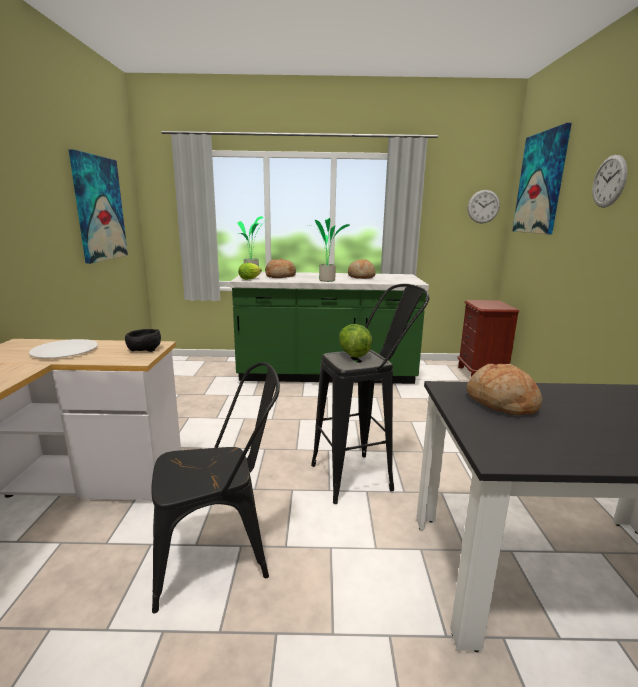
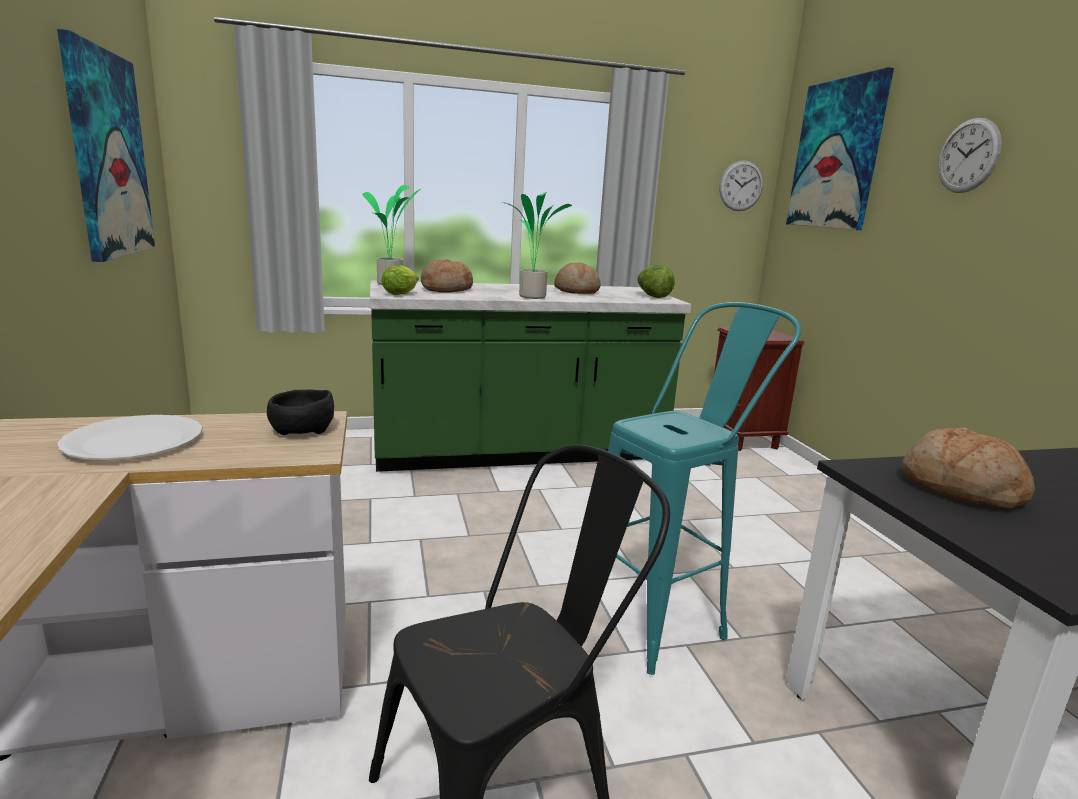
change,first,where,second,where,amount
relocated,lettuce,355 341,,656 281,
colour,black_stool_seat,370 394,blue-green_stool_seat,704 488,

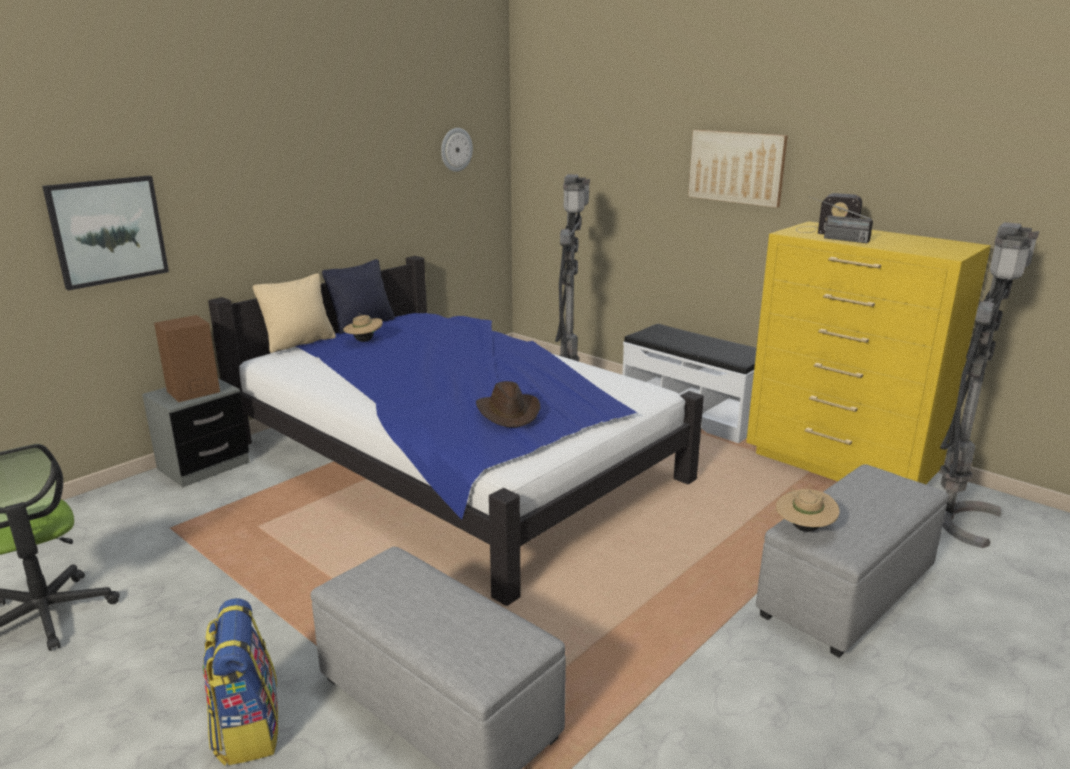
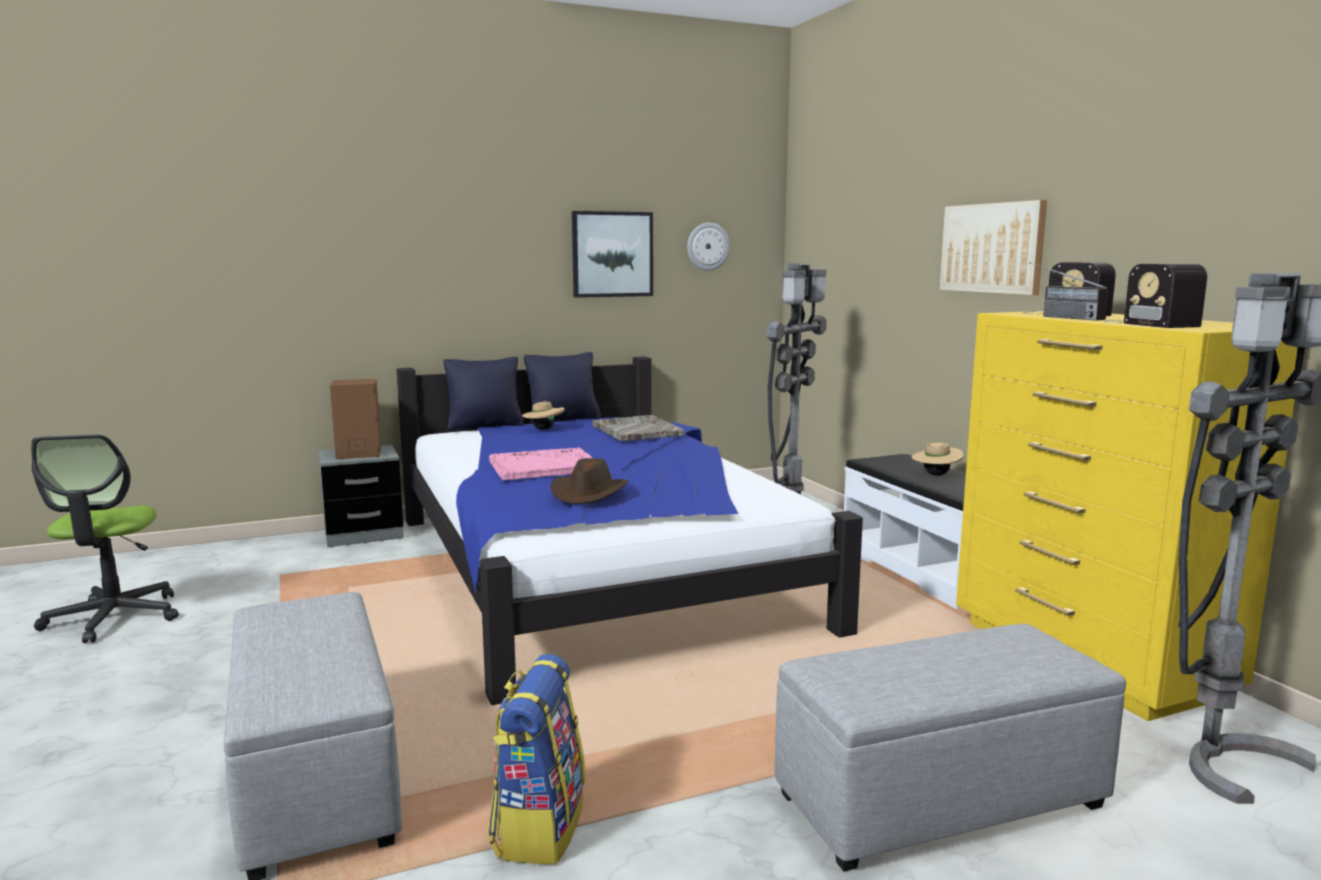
change,first,where,second,where,amount
appeared,,,pinkish_tray,540 464,
appeared,,,gray_tray,639 428,
appeared,,,radio,1155 296,
relocated,wall_art,105 233,,612 254,
relocated,backpack,240 682,,537 759,
relocated,beige_wearable_hat,807 510,,938 458,
colour,beige_throw_pillow,294 313,black_throw_pillow,483 393,

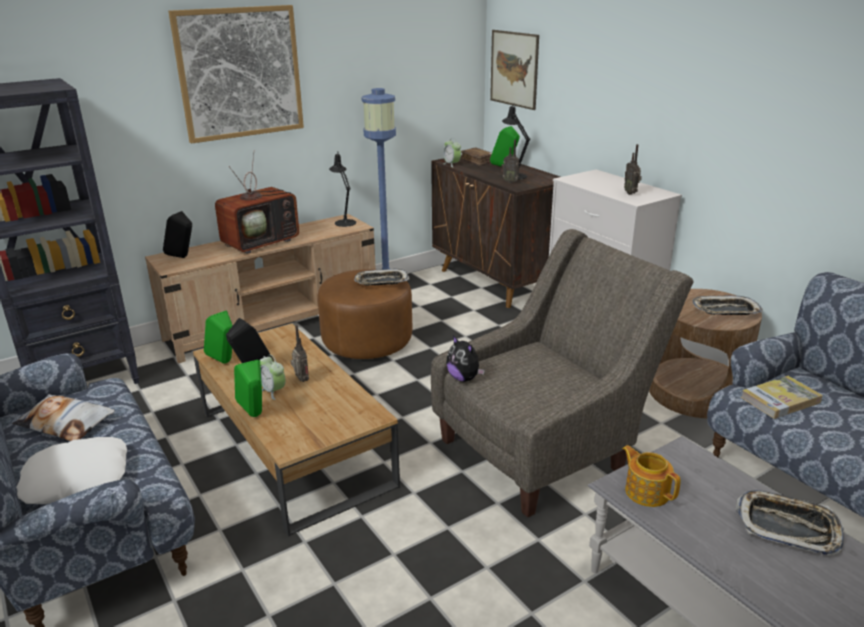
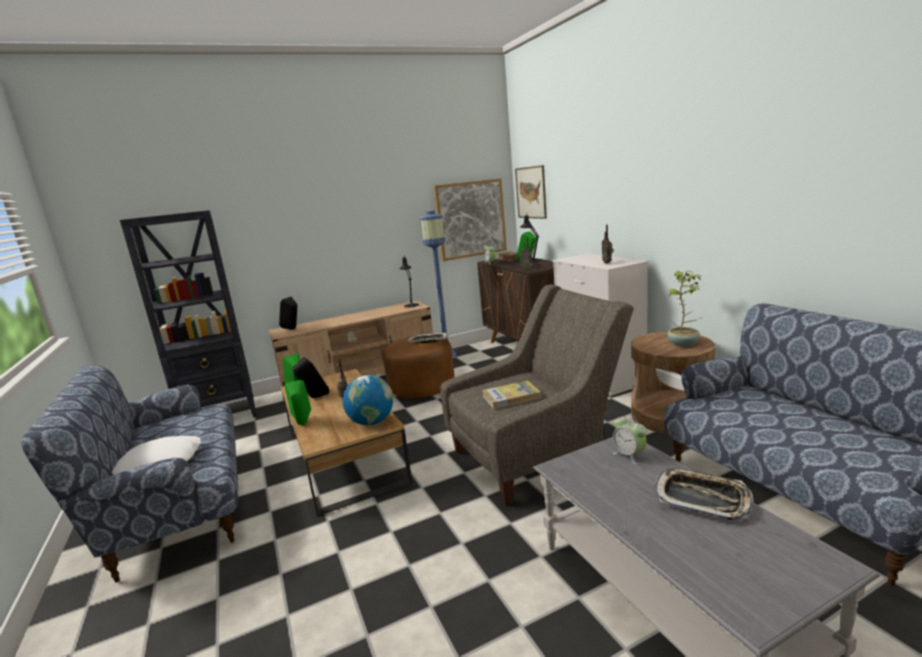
change,first,where,second,where,amount
missing,throw_pillow,64 417,,,
missing,television,257 202,,,
missing,plush_toy,465 358,,,
missing,teapot,651 476,,,
appeared,,,desk_globe,368 400,
relocated,wall_art,236 74,,470 219,
relocated,bedside_clock,272 377,,630 439,
relocated,volume,782 397,,511 394,
exchanged,tray,727 305,potted_plant,683 309,

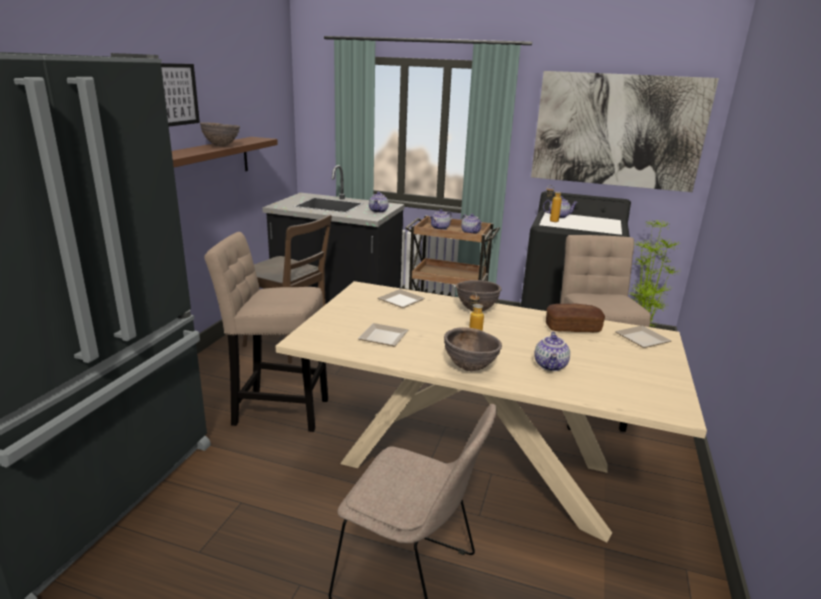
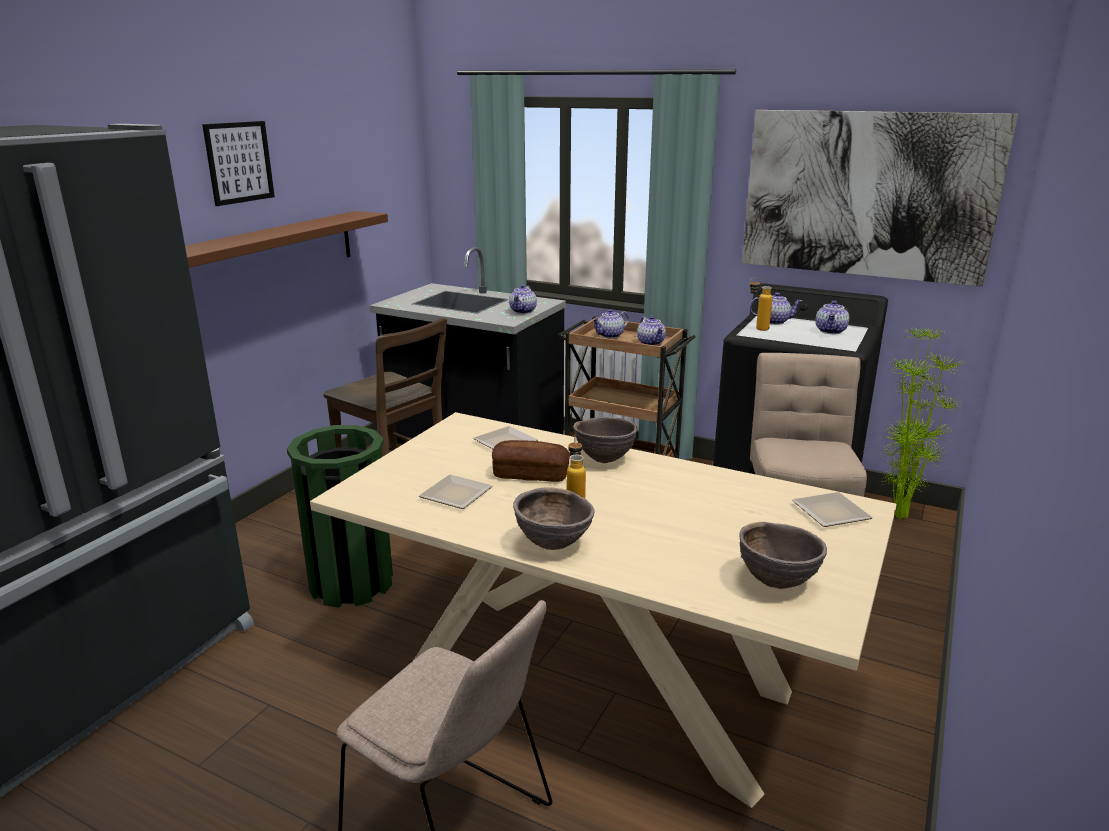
change,first,where,second,where,amount
relocated,brownish_deep_dish,220 134,,783 555,
relocated,teapot,552 351,,832 317,
relocated,baked_bread,575 317,,531 461,
exchanged,beige_stool_seat,266 332,green_rubbish_bin,340 516,

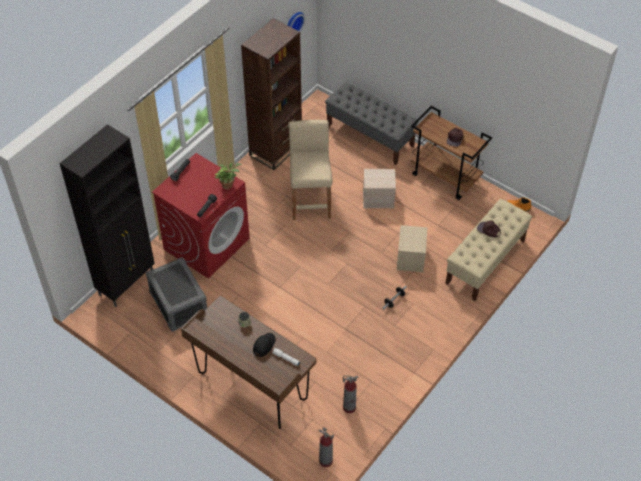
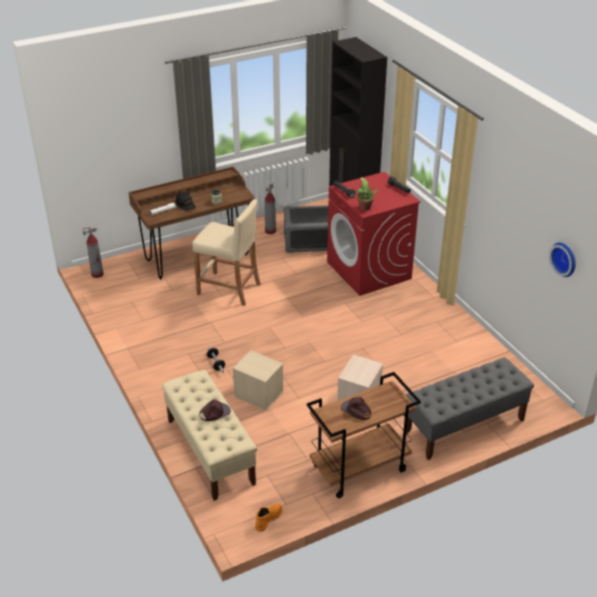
change,first,where,second,where,amount
missing,brownish_shelving_unit,271 94,,,
relocated,beige_stool_seat,310 170,,226 252,
relocated,fire-fighting_cylinder,350 394,,270 208,

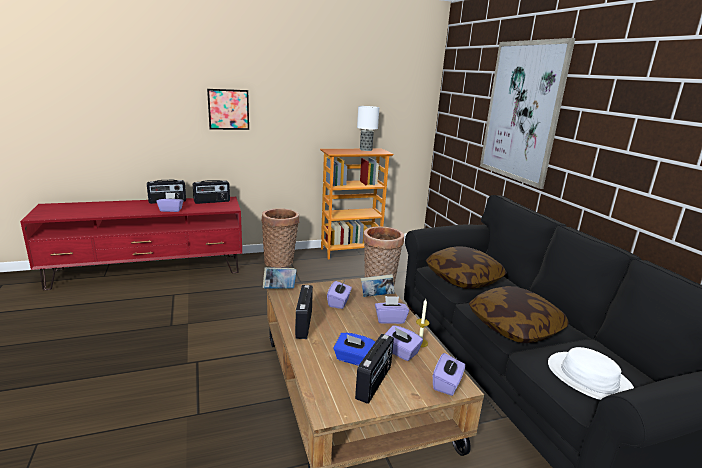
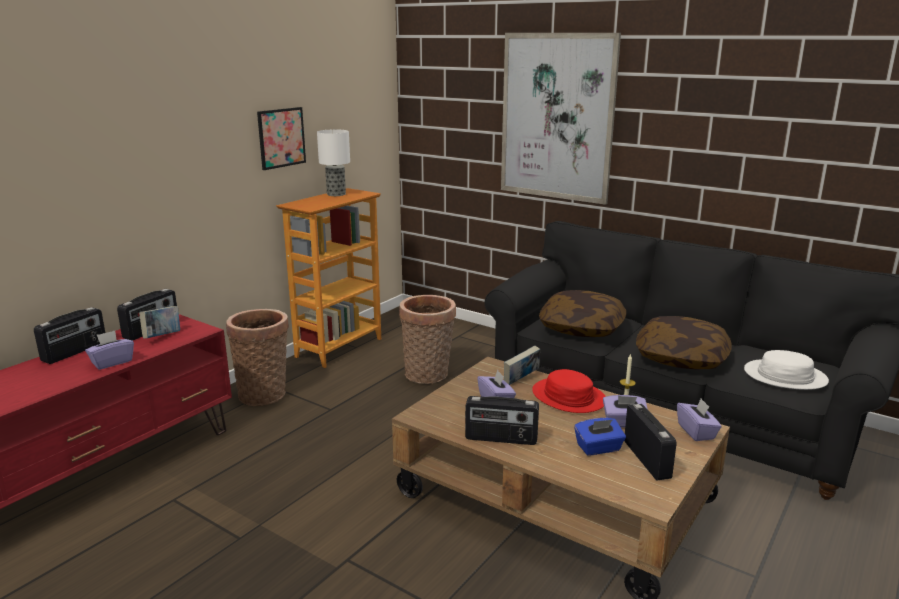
change,first,where,second,where,amount
relocated,wall_art,228 109,,281 138,
relocated,volume,280 278,,159 322,
exchanged,purple_tissue_holder,392 310,red-coloured_wearable_hat,569 391,
spun,radio,304 312,,502 420,45 degrees counterclockwise

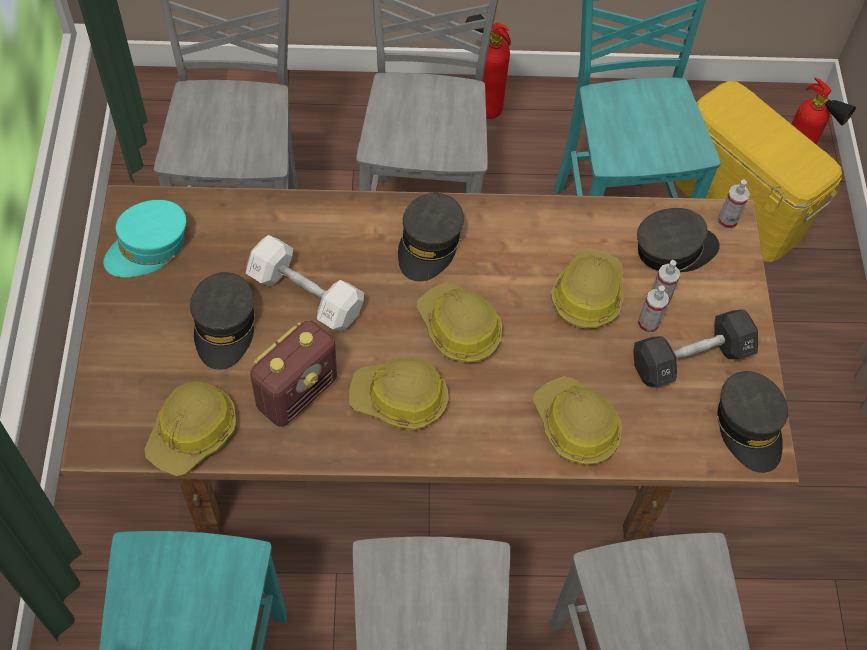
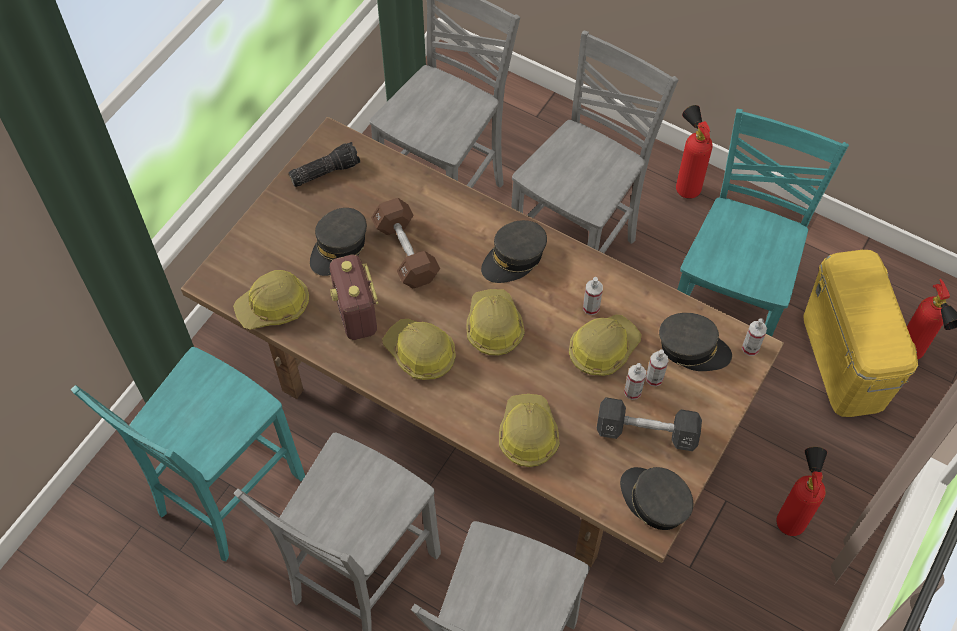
change,first,where,second,where,amount
appeared,,,hand_sprayer,593 296,
appeared,,,fire-fighting_cylinder,801 491,
exchanged,blue-green_peaked_cap,144 238,hand_torch,324 164,
colour,whitish_dumbbell,305 283,brownish_dumbbell,405 243,
spun,radio,293 373,,354 297,90 degrees clockwise
spun,gray_peaked_cap,752 422,,656 498,120 degrees clockwise

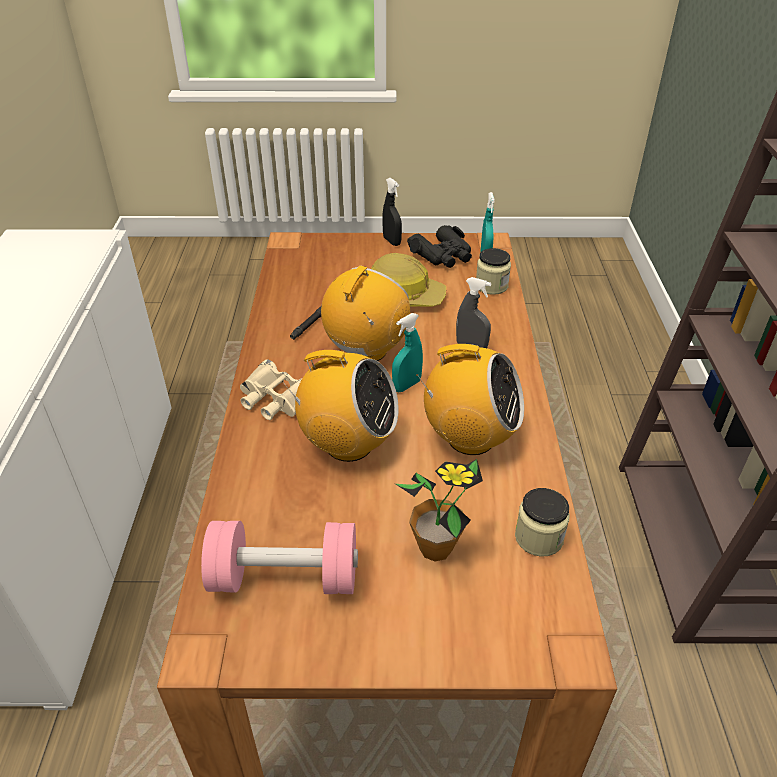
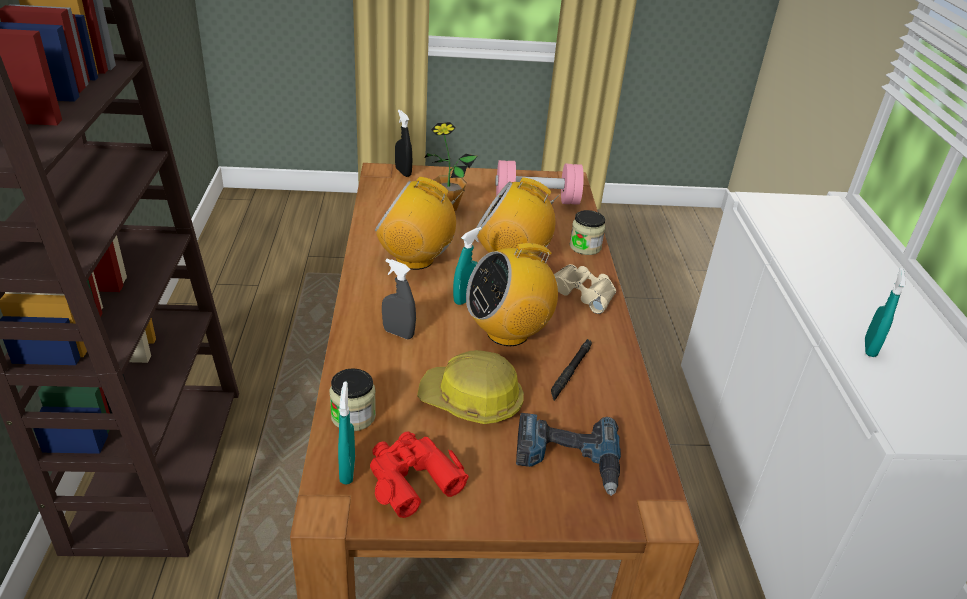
change,first,where,second,where,amount
appeared,,,drill,568 454,
appeared,,,blue-green_hand_sprayer,885 312,
relocated,black_hand_sprayer,392 212,,403 143,
relocated,preserve_jar,542 522,,587 232,
colour,black_field_glasses,439 246,red-coloured_field_glasses,419 474,
spun,radio,365 313,,512 294,45 degrees clockwise

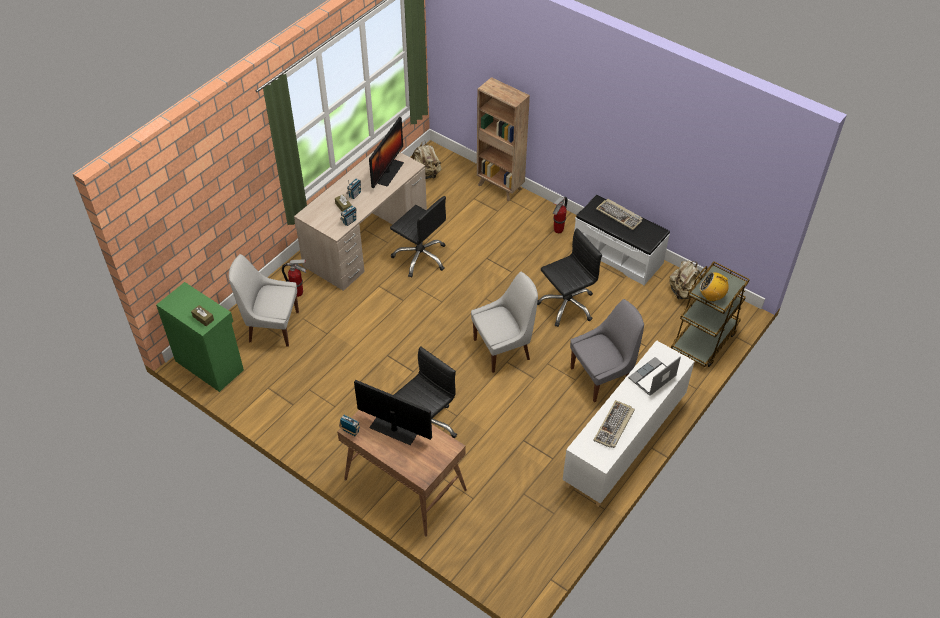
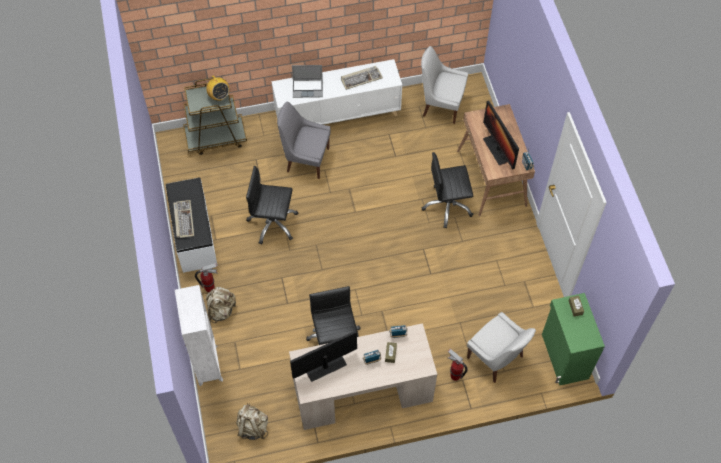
change,first,where,second,where,amount
relocated,whitish_upright_chair,504 322,,444 85,
relocated,beige_backpack,685 280,,221 305,
colour,brownish_shelving_unit,503 139,whitish_shelving_unit,199 335,

